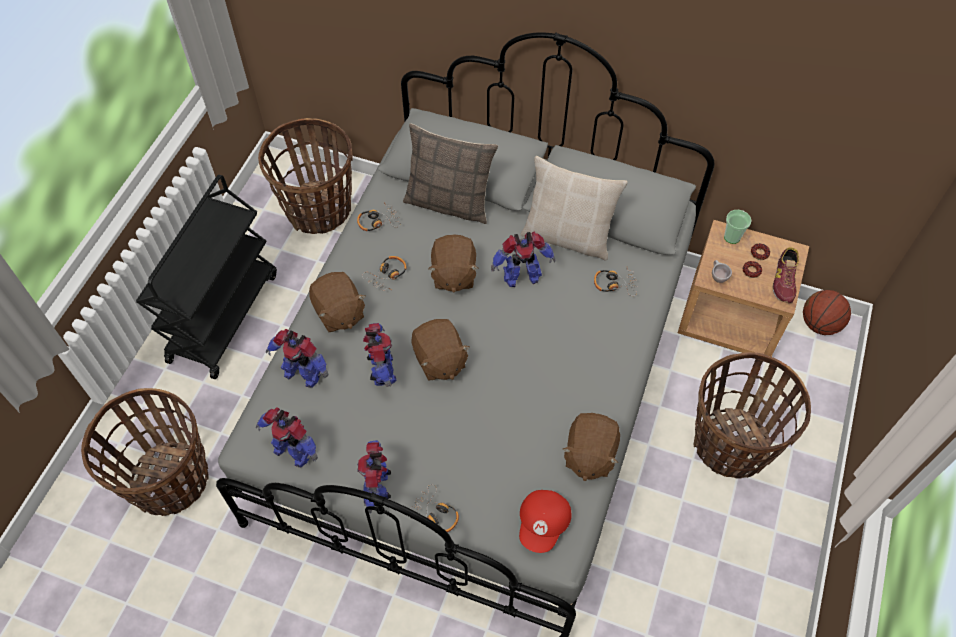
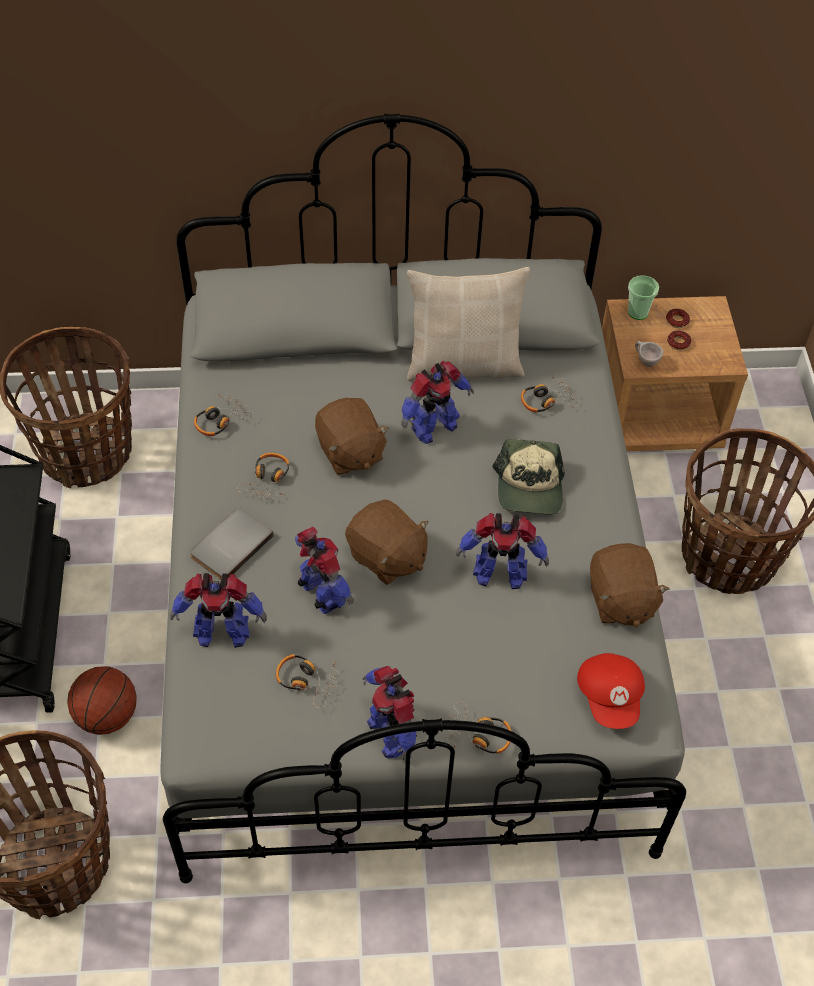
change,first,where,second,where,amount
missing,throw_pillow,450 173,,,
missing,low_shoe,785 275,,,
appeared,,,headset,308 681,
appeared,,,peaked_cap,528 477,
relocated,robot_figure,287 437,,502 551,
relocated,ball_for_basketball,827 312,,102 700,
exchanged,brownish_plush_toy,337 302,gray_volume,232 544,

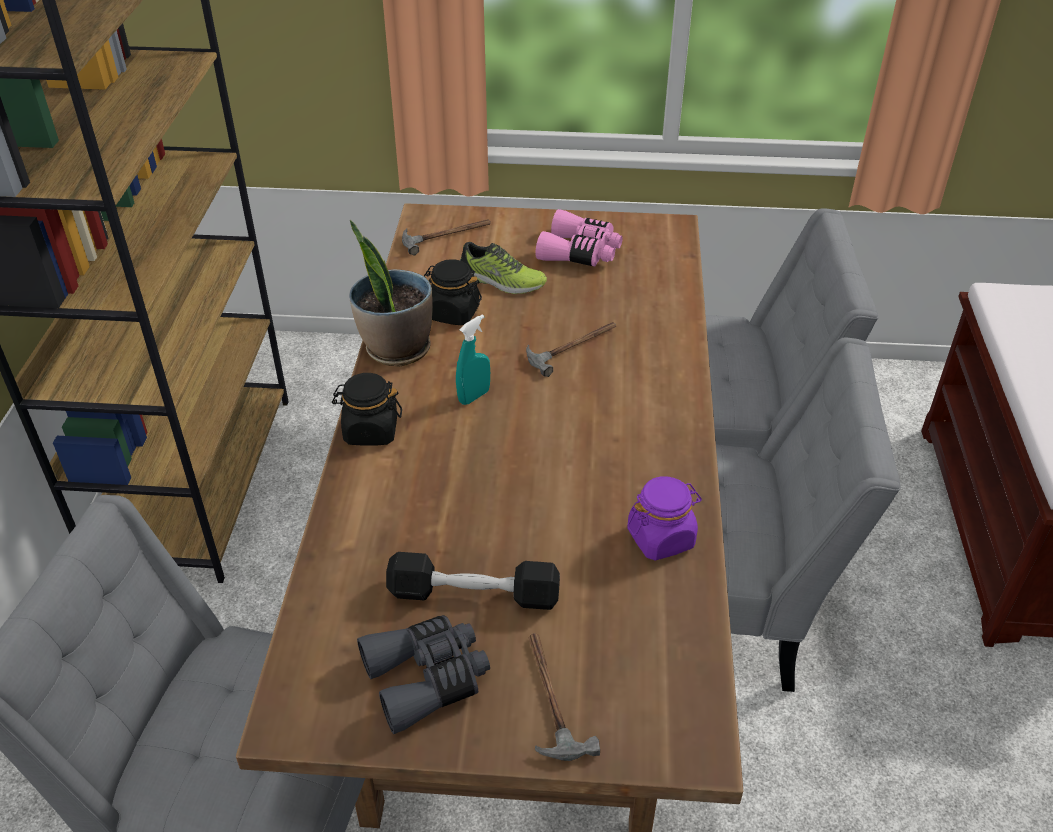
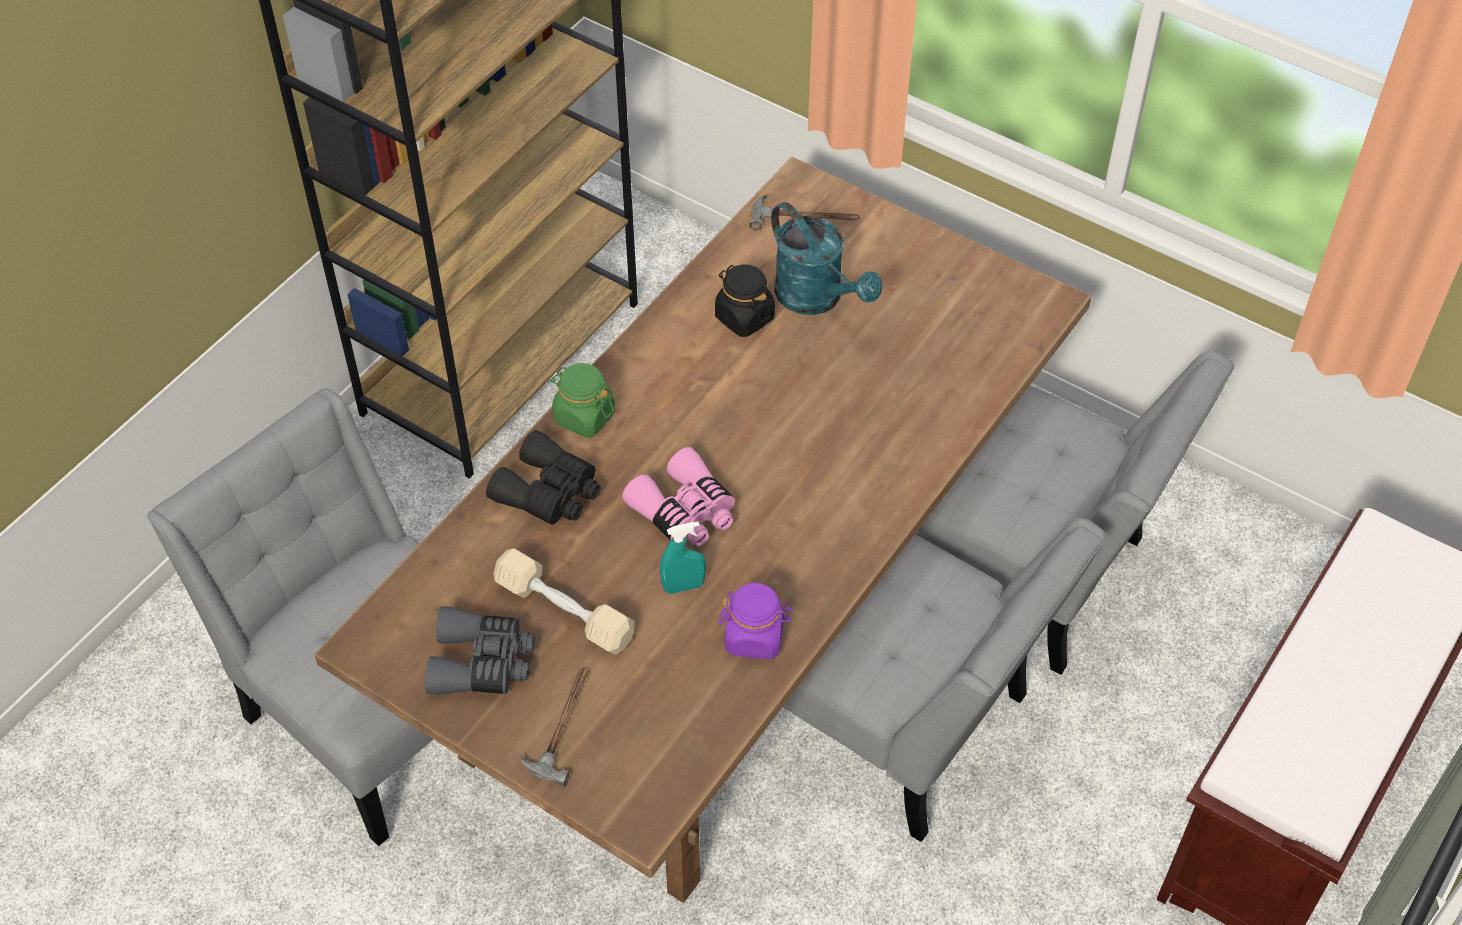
change,first,where,second,where,amount
missing,potted_plant,391 293,,,
missing,hammer,571 349,,,
appeared,,,black_field_glasses,543 477,
relocated,blue-green_hand_sprayer,473 359,,683 557,
relocated,pinkish_field_glasses,579 238,,678 496,
exchanged,low_shoe,503 268,blue-green_sprinkling_can,826 258,
colour,black_preserve_jar,367 409,green_preserve_jar,583 400,
colour,black_dumbbell,473 581,beige_dumbbell,564 601,

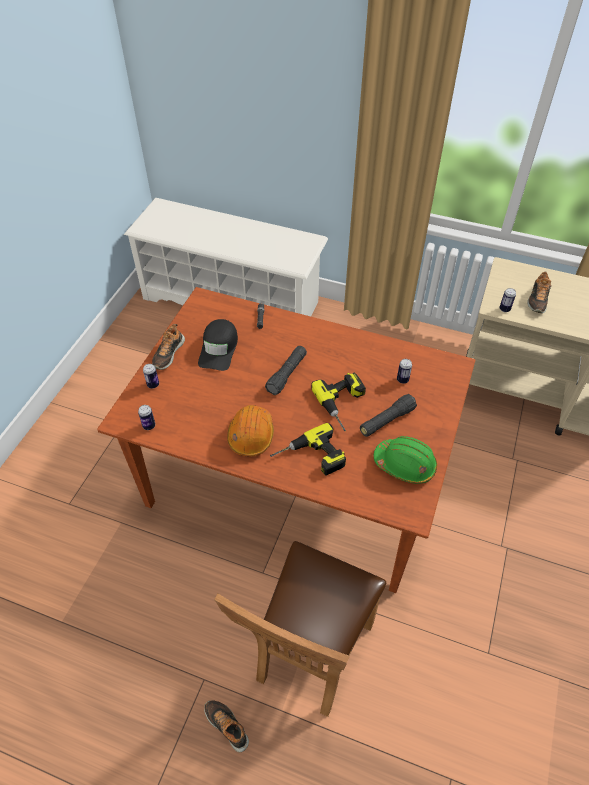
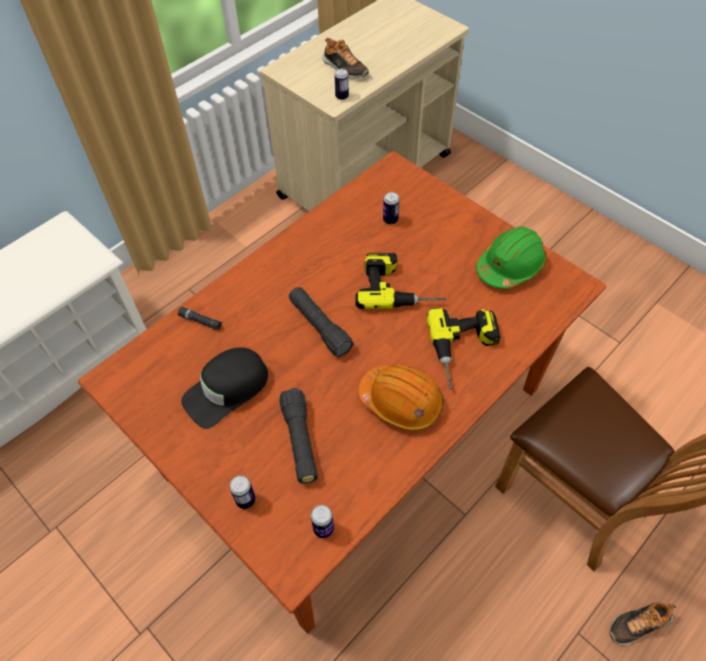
change,first,where,second,where,amount
missing,low_shoe,168 347,,,
relocated,black_hand_torch,388 415,,298 436,
spun,black_peaked_cap,218 345,,224 388,105 degrees clockwise

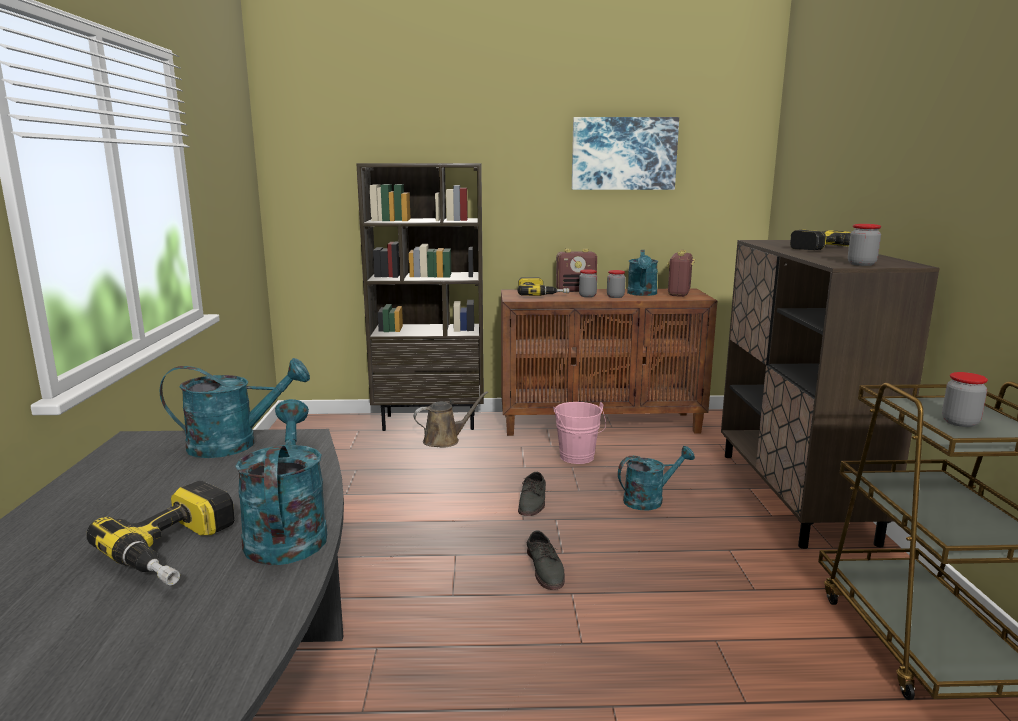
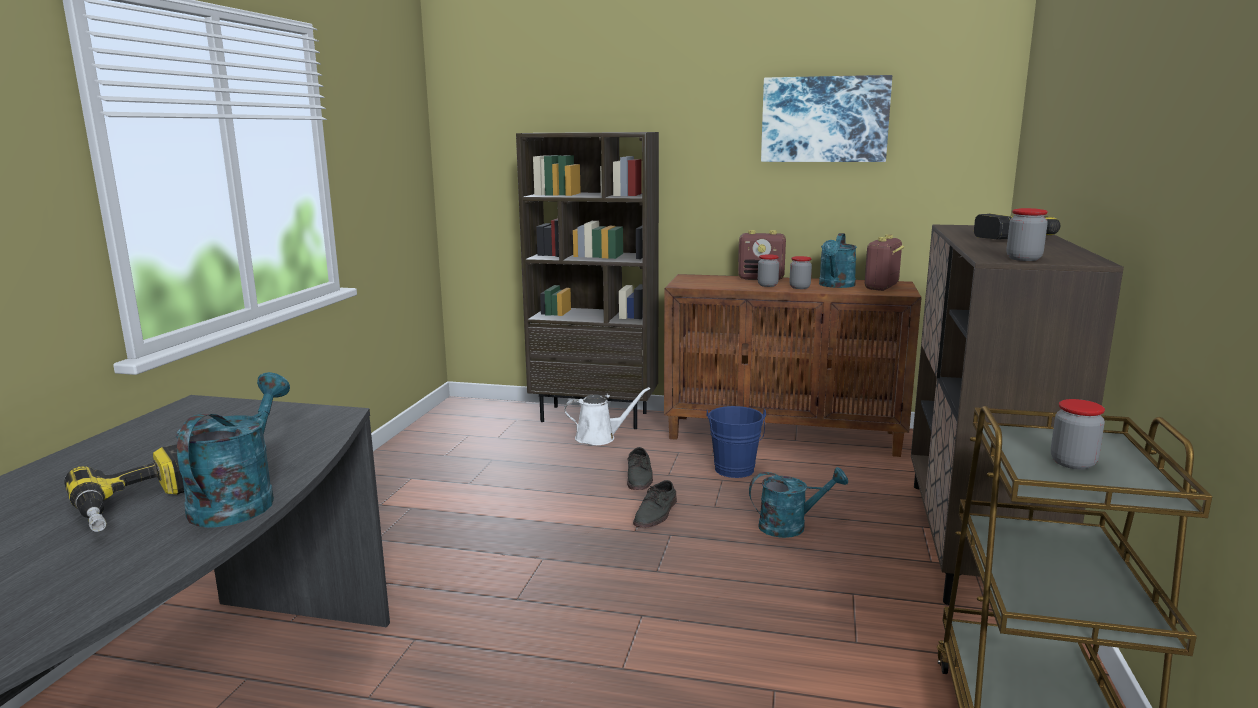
change,first,where,second,where,amount
missing,blue-green_sprinkling_can,235 408,,,
missing,drill,543 286,,,
relocated,gray_low_shoe,546 560,,640 468,
colour,brownish_sprinkling_can,451 419,whitish_sprinkling_can,607 416,
colour,pinkish_water_bucket,579 433,bluish_water_bucket,736 442,

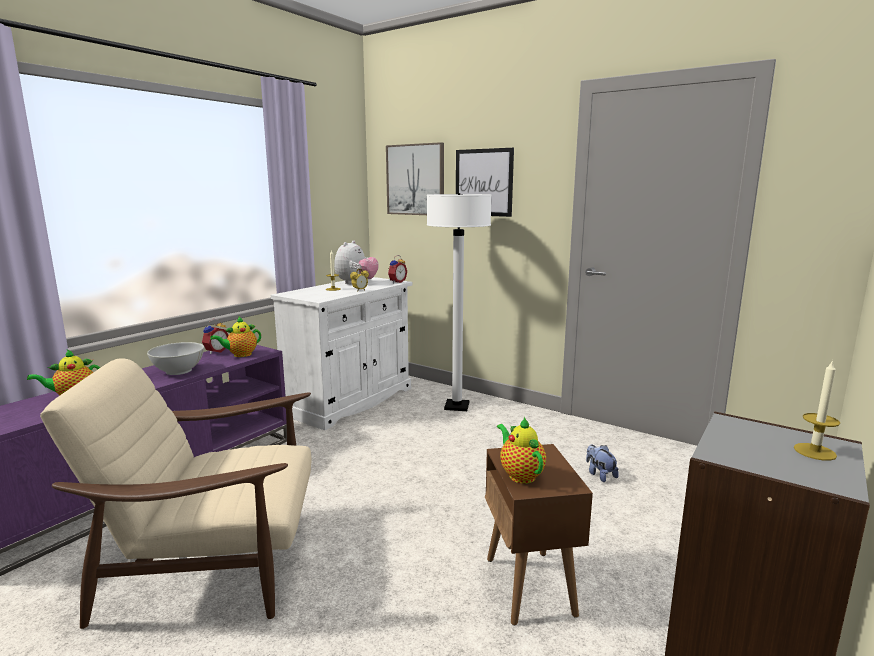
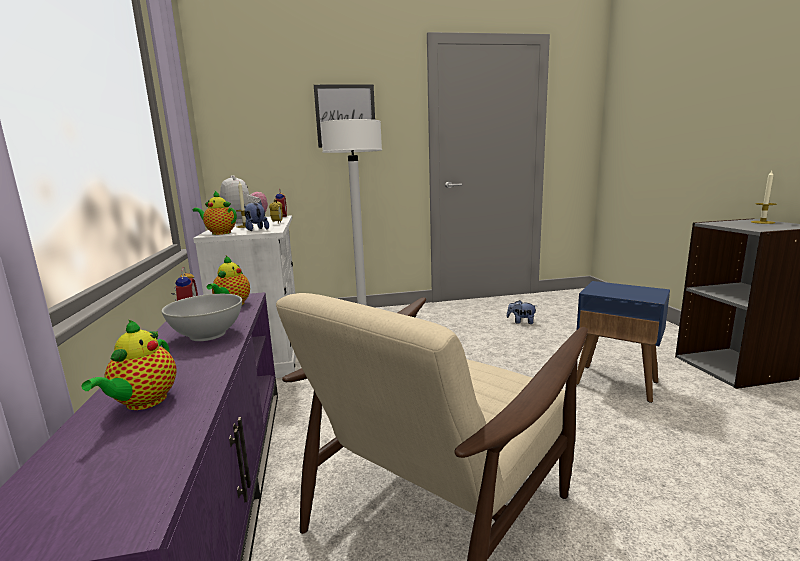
change,first,where,second,where,amount
missing,wall_art,415 178,,,
appeared,,,plush_toy,256 216,
relocated,teapot,521 450,,215 213,
colour,brownish_side_table,539 534,bluish_side_table,623 342,

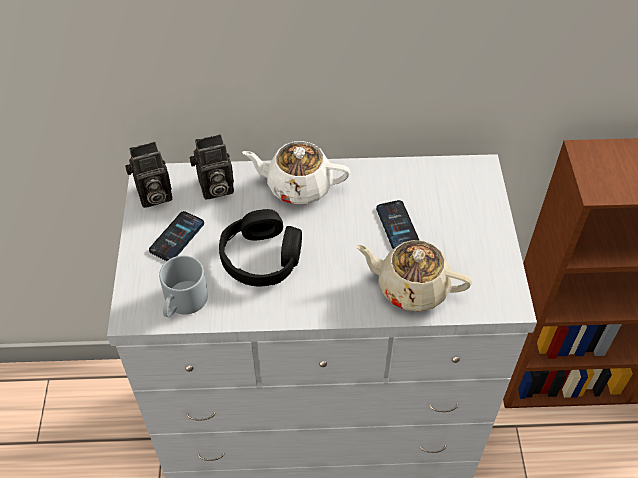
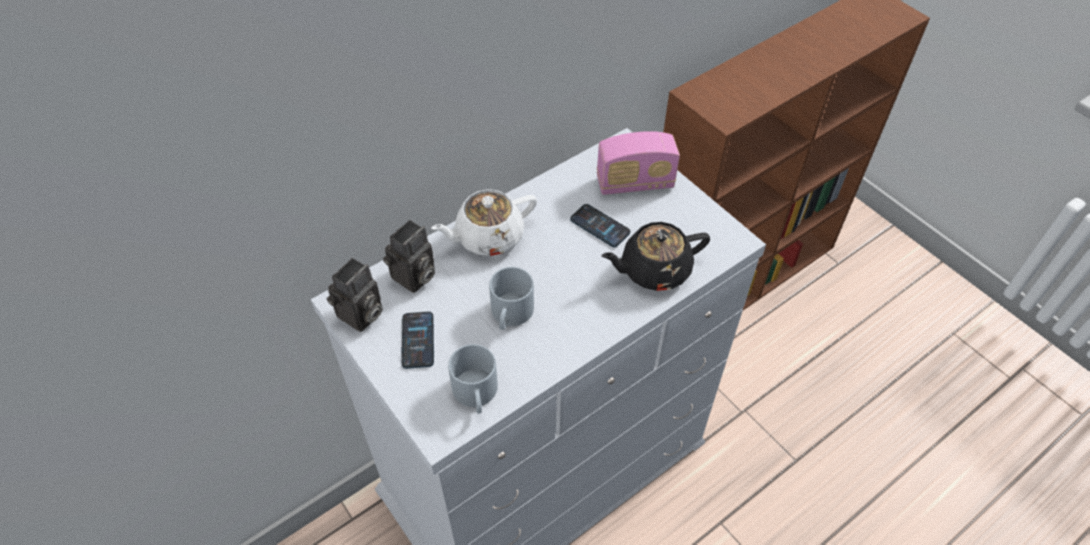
change,first,where,second,where,amount
appeared,,,radio,638 163,
exchanged,black_headset,260 247,gray_coffee_mug,511 298,
colour,beige_teapot,414 276,black_teapot,656 256,

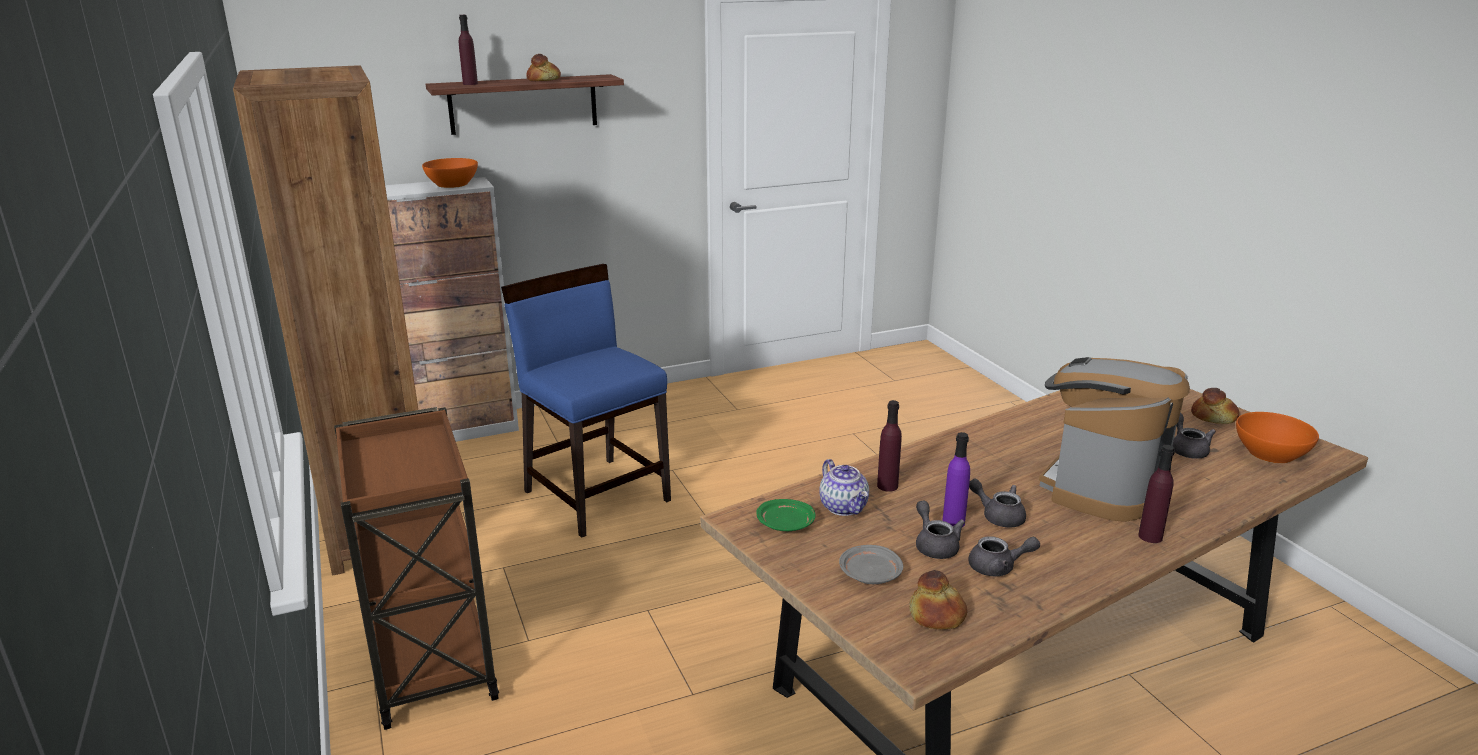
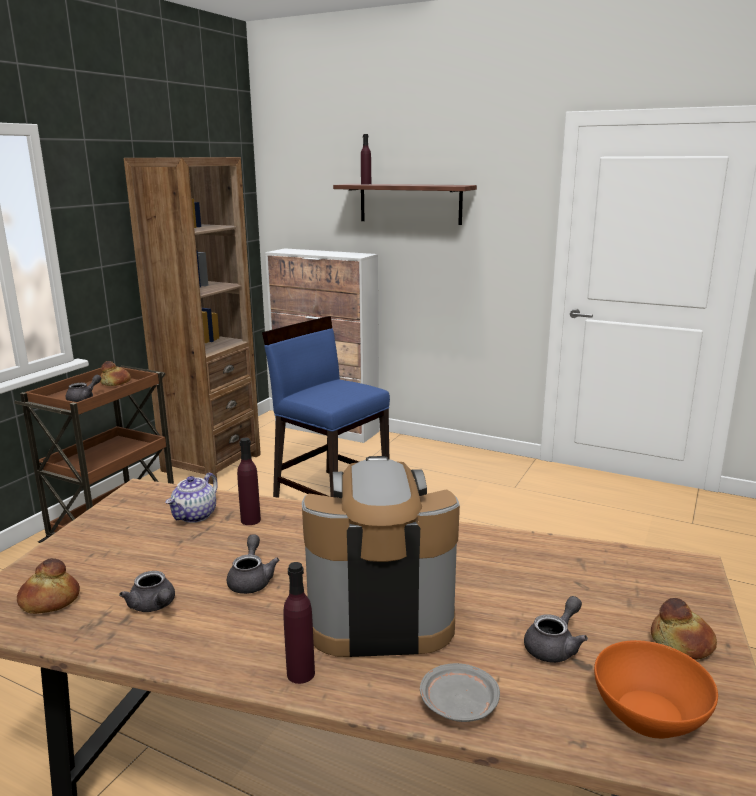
change,first,where,second,where,amount
missing,orange_deep_dish,450 173,,,
missing,green_plate,785 515,,,
missing,purple_beverage_bottle,956 479,,,
relocated,baked_bread,544 67,,115 373,
relocated,gray_plate,871 564,,460 692,
relocated,gray_teapot,940 530,,84 388,
spun,bluish_upright_chair,586 401,,326 407,60 degrees counterclockwise

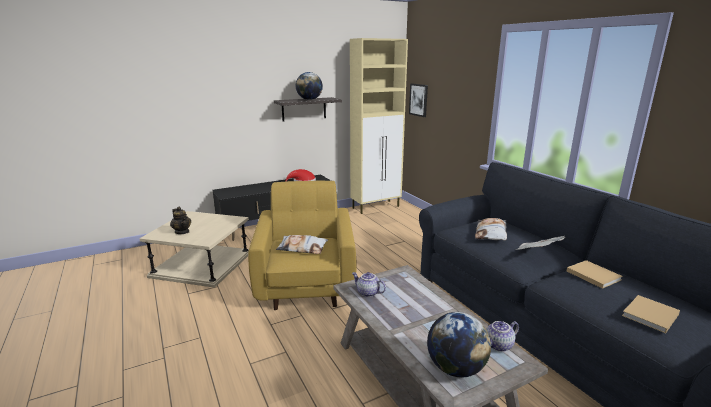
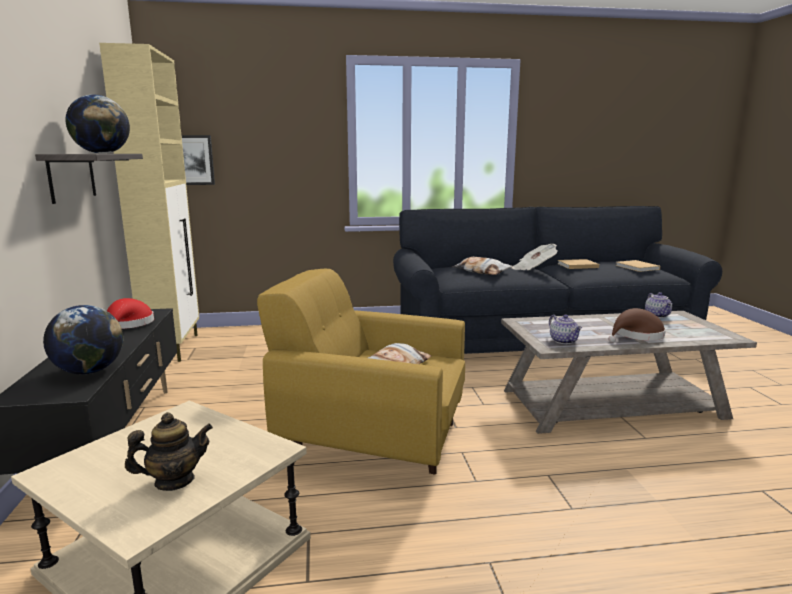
change,first,where,second,where,amount
appeared,,,brownish_wearable_hat,637 325,
relocated,desk_globe,459 344,,83 339,
spun,teapot,369 284,,565 329,75 degrees counterclockwise

